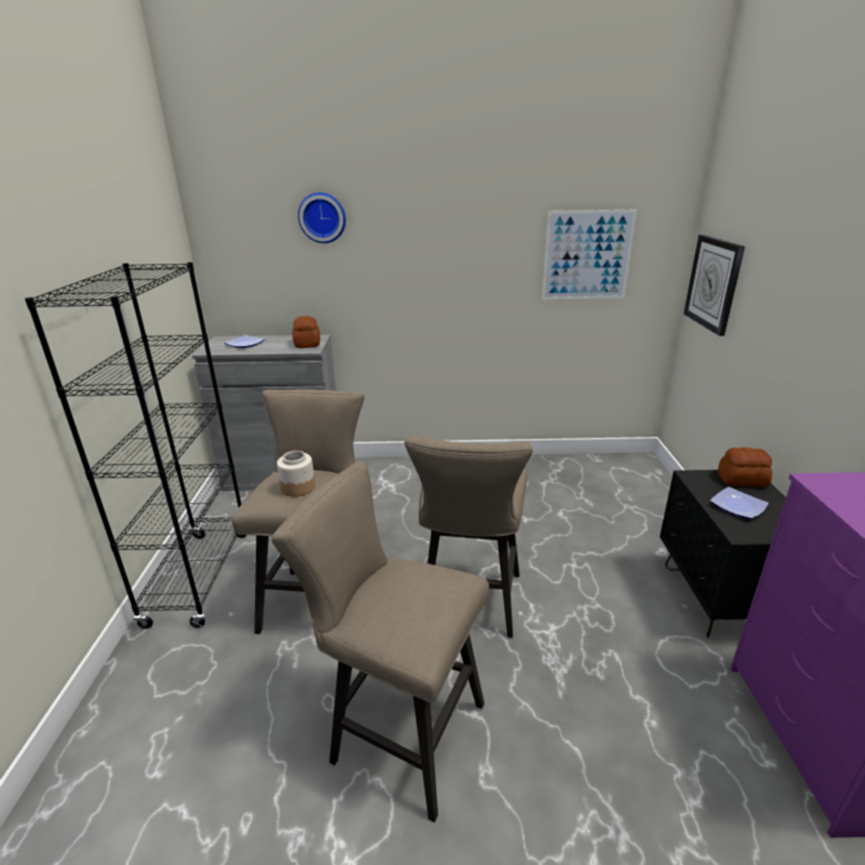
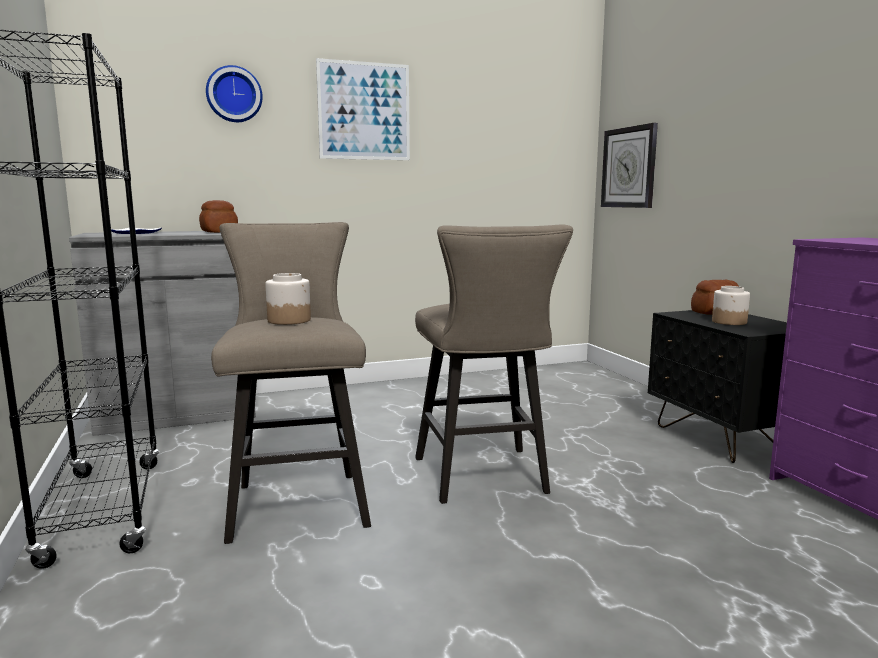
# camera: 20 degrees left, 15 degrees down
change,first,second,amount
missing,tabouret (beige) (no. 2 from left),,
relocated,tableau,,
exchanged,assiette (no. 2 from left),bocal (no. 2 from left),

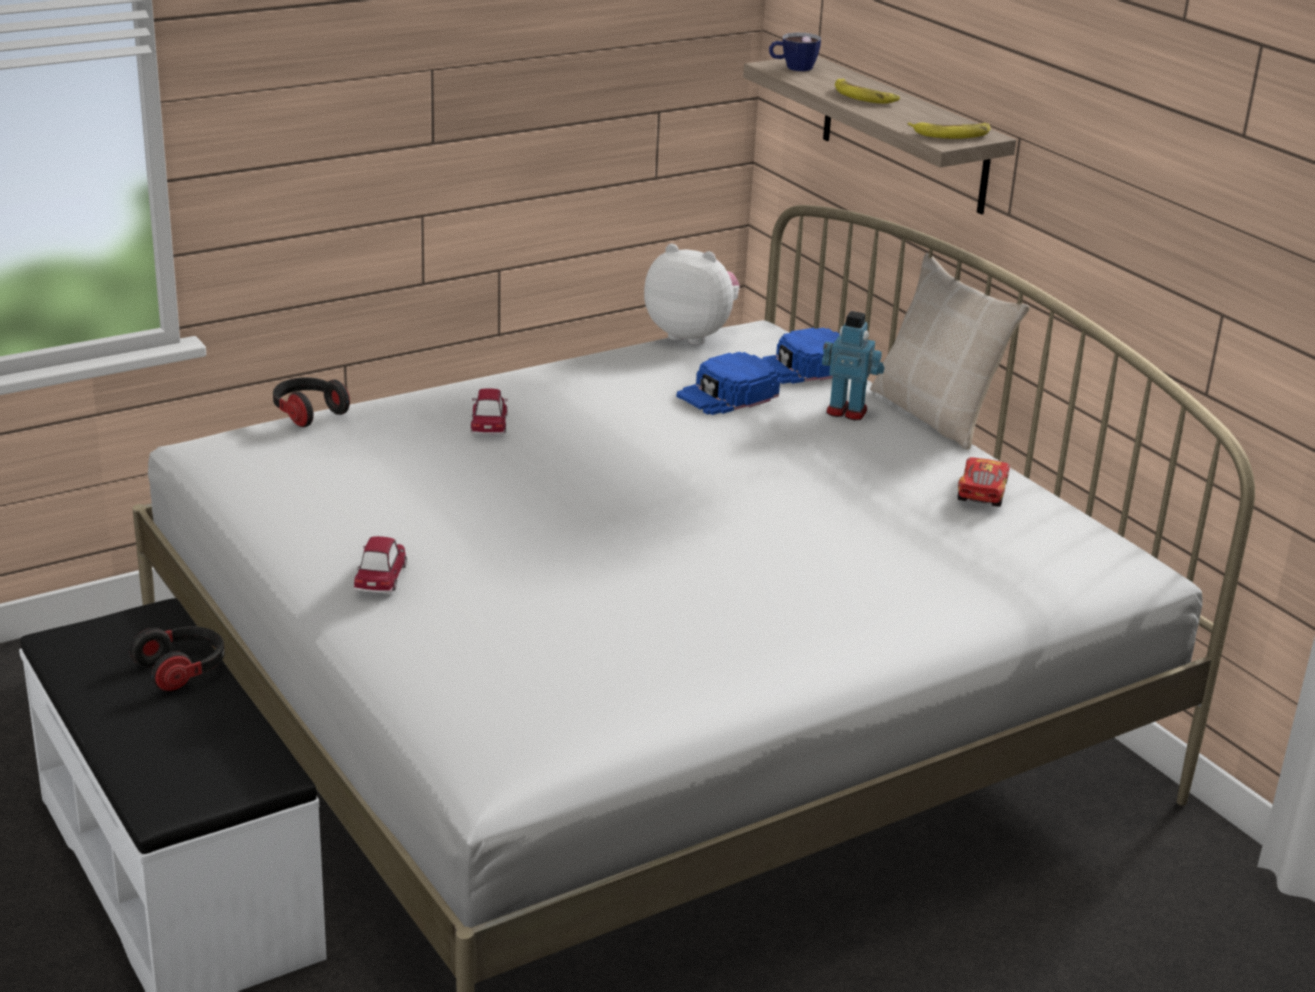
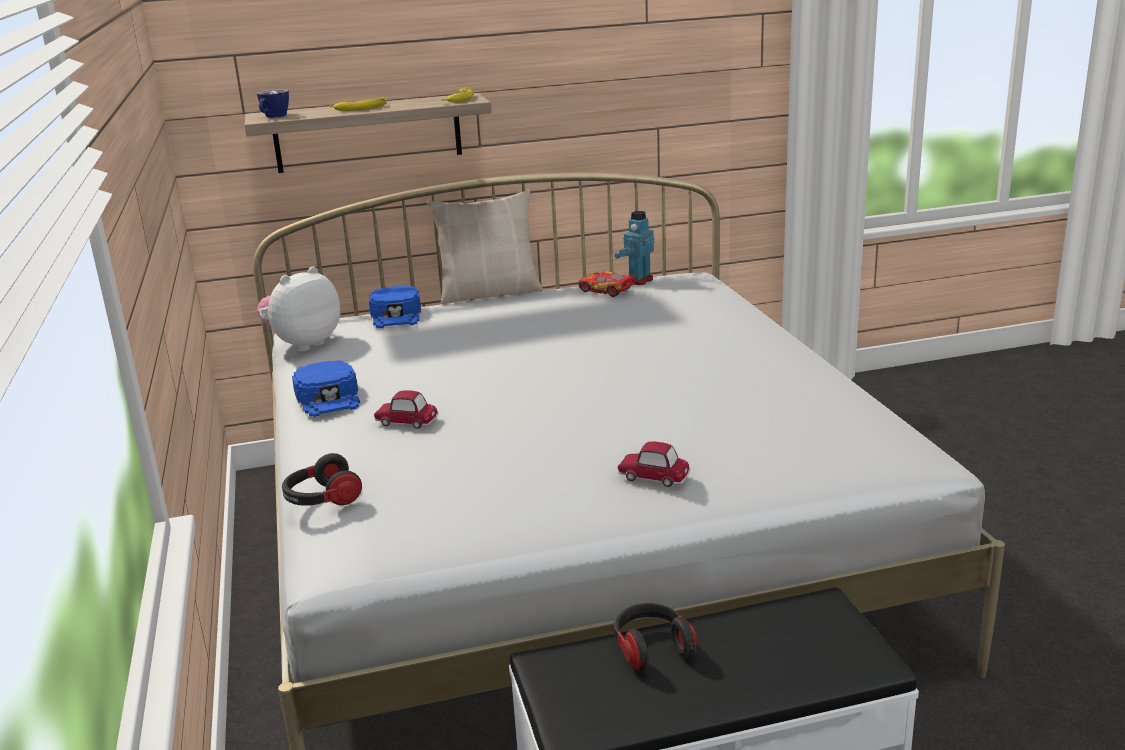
# camera: 70 degrees left, 5 degrees down
change,first,second,amount
relocated,casquette (bleu) (no. 1 from left),,
relocated,robot jouet,,

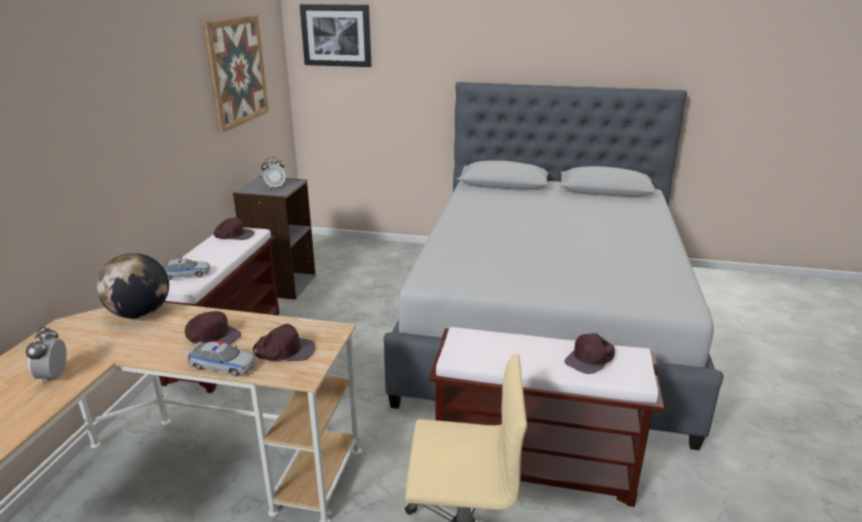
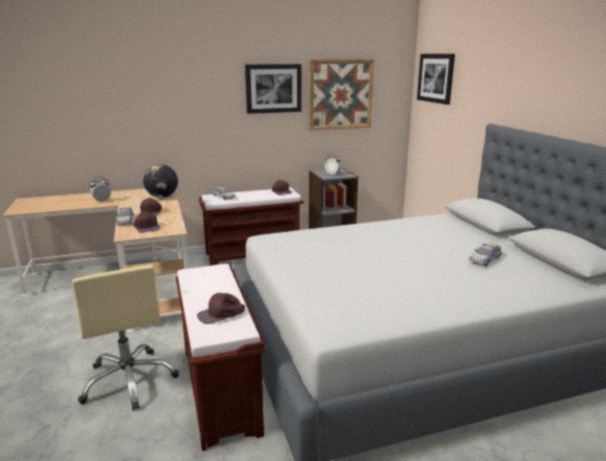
# camera: 60 degrees right, 5 degrees down
change,first,second,amount
spun,casquette (marron) (no. 4 from left in the first image),casquette (marron) (no. 3 from left),45 degrees counterclockwise
appeared,,tableau (no. 1 from left),
appeared,,petite voiture (no. 3 from left),

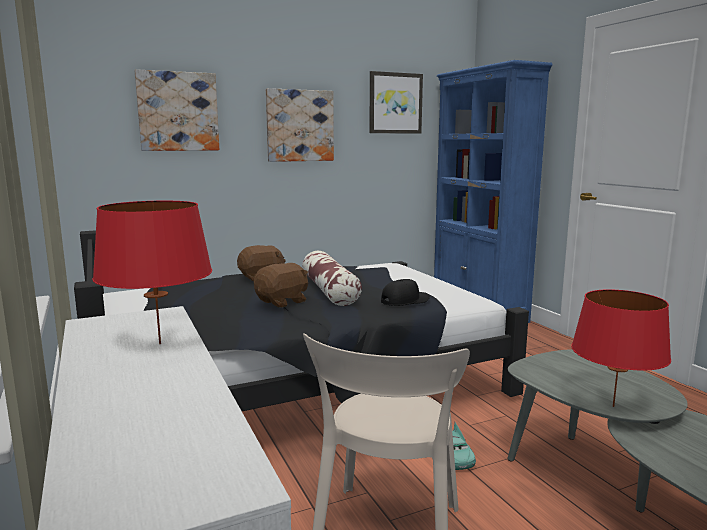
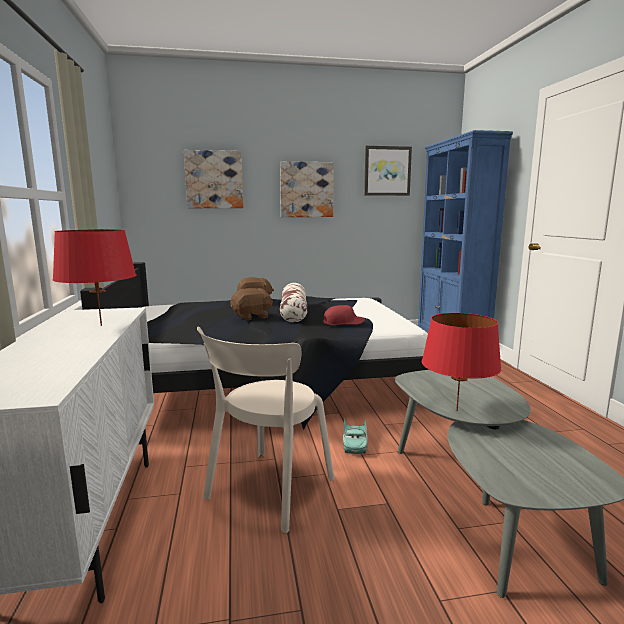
# camera: 15 degrees right, 0 degrees up
change,first,second,amount
colour,casquette (noir),casquette (rouge),

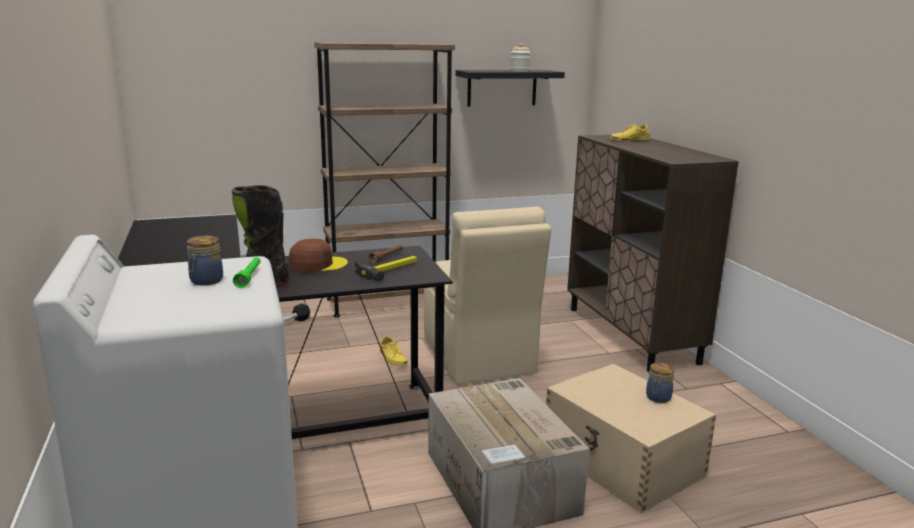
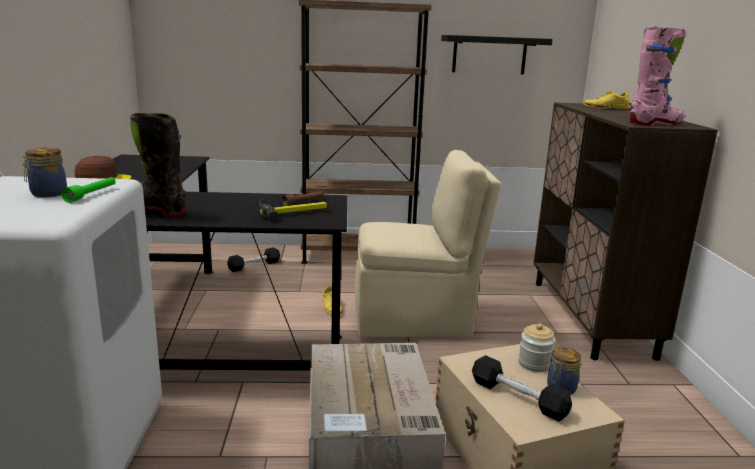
# camera: 15 degrees right, 0 degrees up
change,first,second,amount
relocated,casquette (marron),,
spun,chaise (beige),,90 degrees counterclockwise
relocated,bocal (no. 2 from left),,
appeared,,haltère (noir) (no. 2 from left),
appeared,,botte (rose),

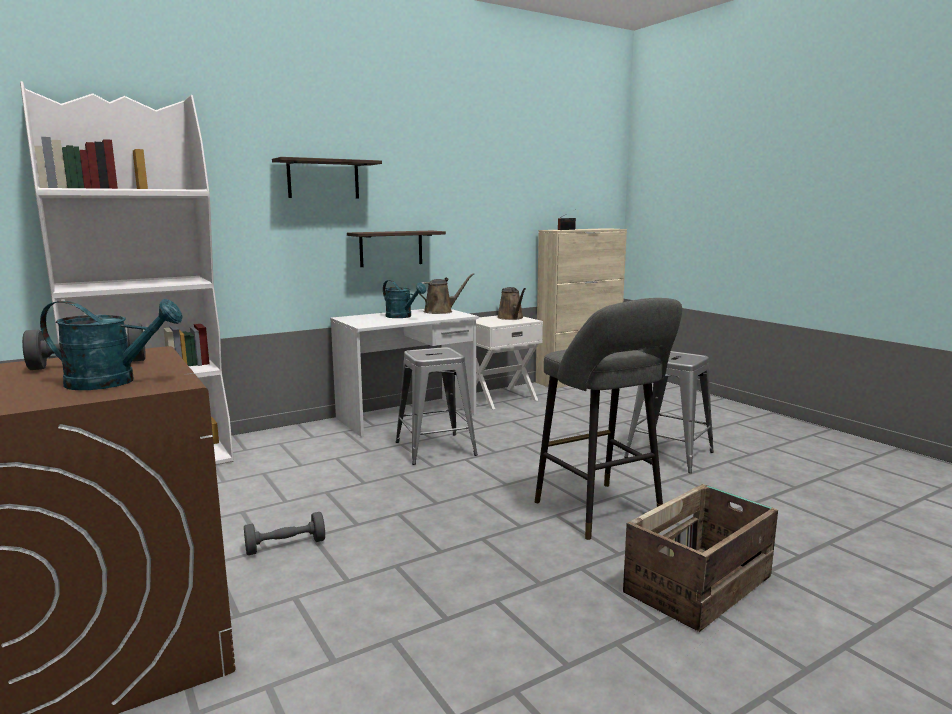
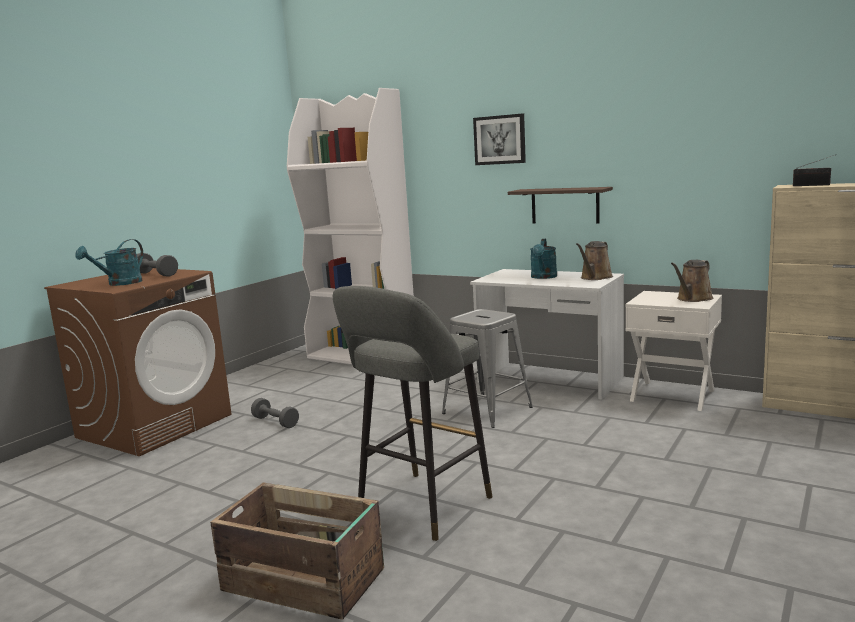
# camera: 65 degrees right, 0 degrees up
change,first,second,amount
spun,arrosoir (turquoise) (no. 1 from left),,60 degrees clockwise
exchanged,étagère (no. 1 from left),tableau,
spun,arrosoir (marron) (no. 1 from left),,90 degrees clockwise
missing,tabouret (gris) (no. 3 from left),,

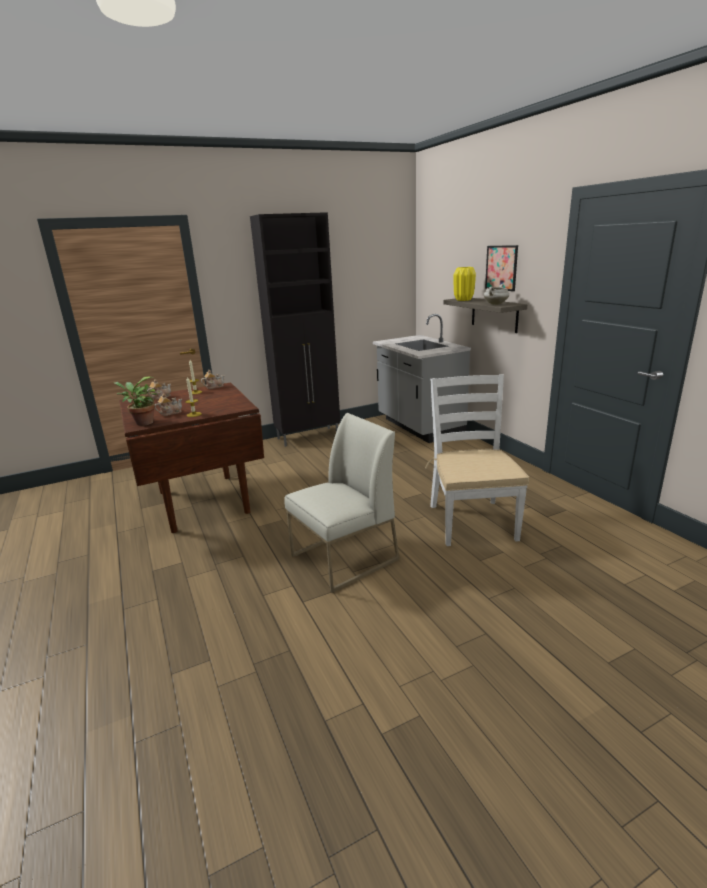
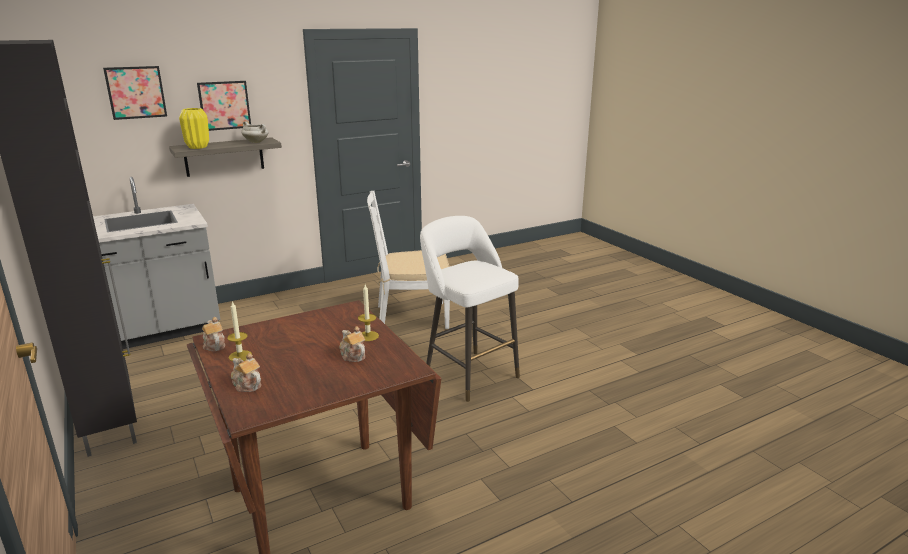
# camera: 95 degrees left, 0 degrees up
change,first,second,amount
missing,plante en pot,,
exchanged,chaise (blanc) (no. 1 from left),tabouret (blanc),
appeared,,tableau (no. 1 from left),

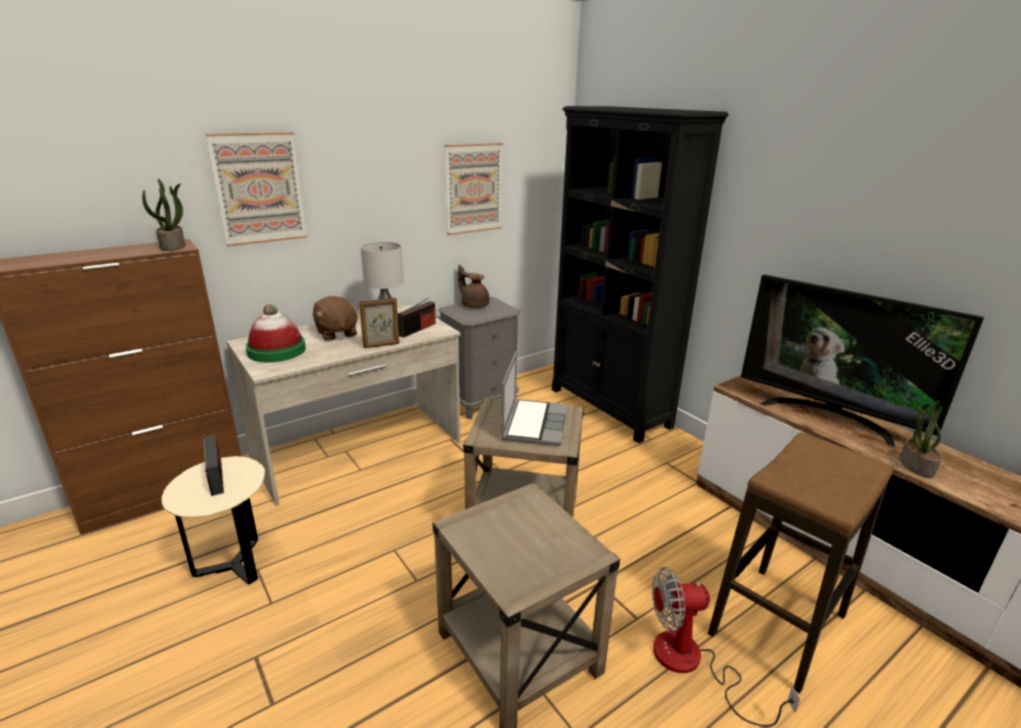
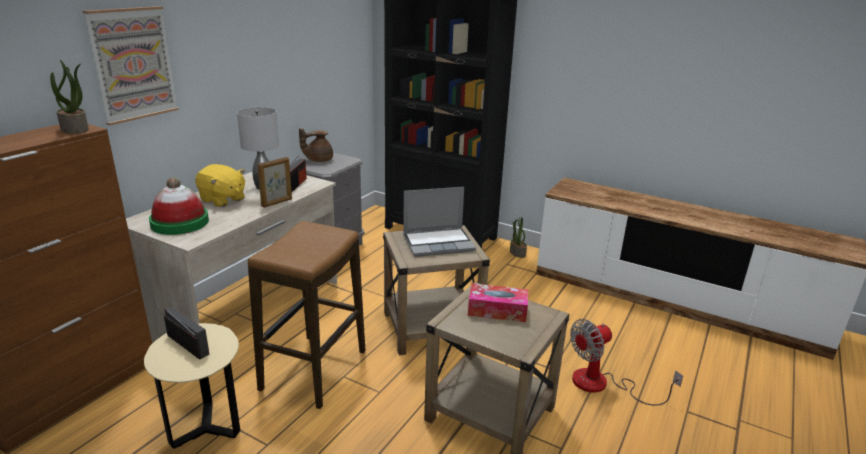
# camera: 25 degrees left, 0 degrees up
change,first,second,amount
colour,peluche (marron),peluche (jaune),
missing,tableau (no. 2 from left),,
spun,théière (marron),,45 degrees counterclockwise
spun,ordinateur portable,,90 degrees clockwise
relocated,tabouret,,
missing,téléviseur,,
relocated,plante en pot (no. 2 from left),,
appeared,,boîte à mouchoirs,

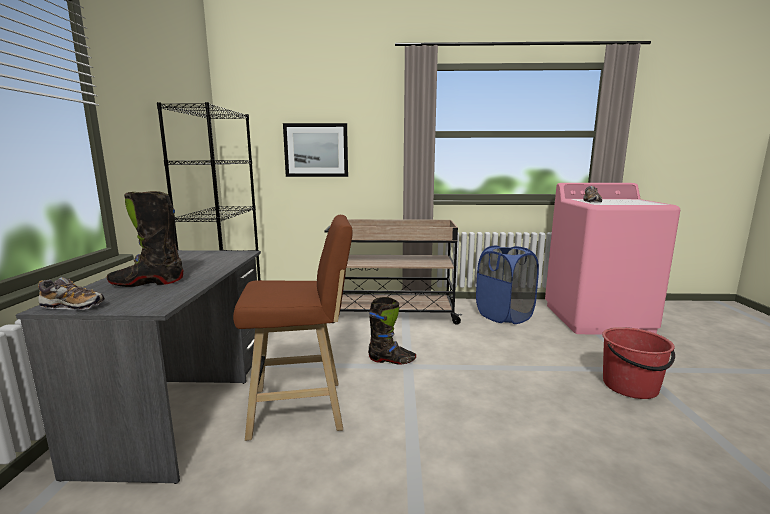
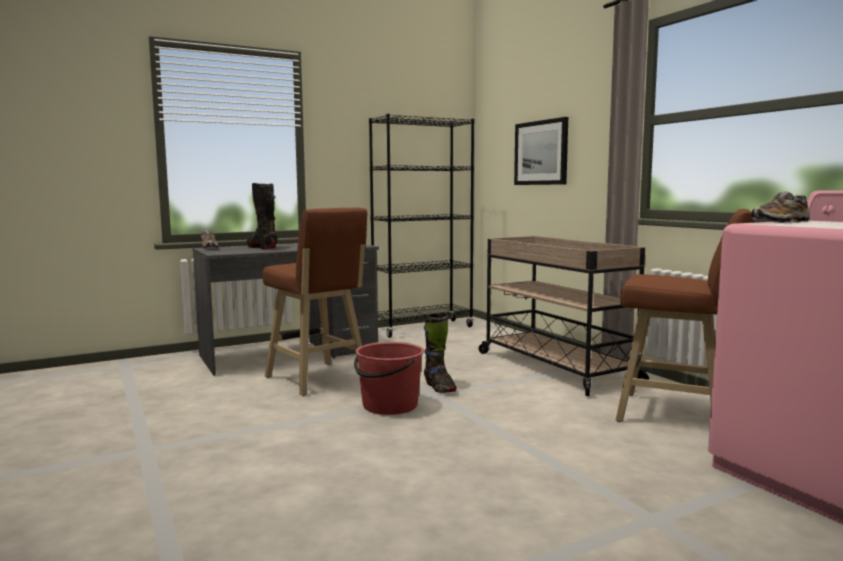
# camera: 60 degrees right, 5 degrees down
change,first,second,amount
exchanged,panier à linge (bleu),tabouret (marron) (no. 2 from left),
relocated,seau (rouge),,

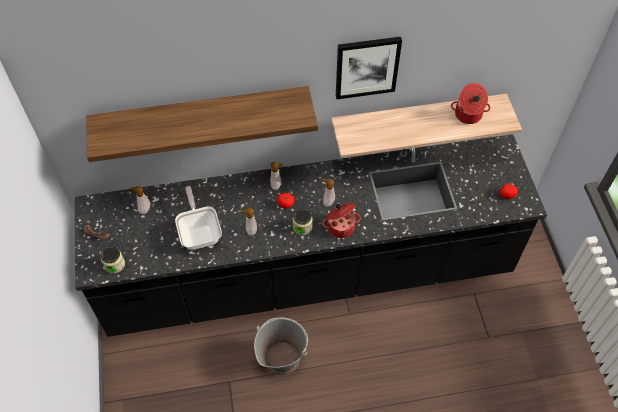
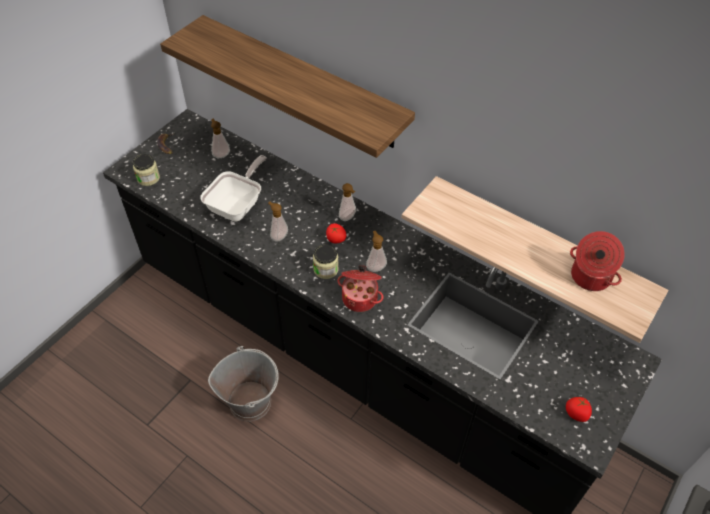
# camera: 45 degrees right, 5 degrees down
change,first,second,amount
missing,tableau,,

